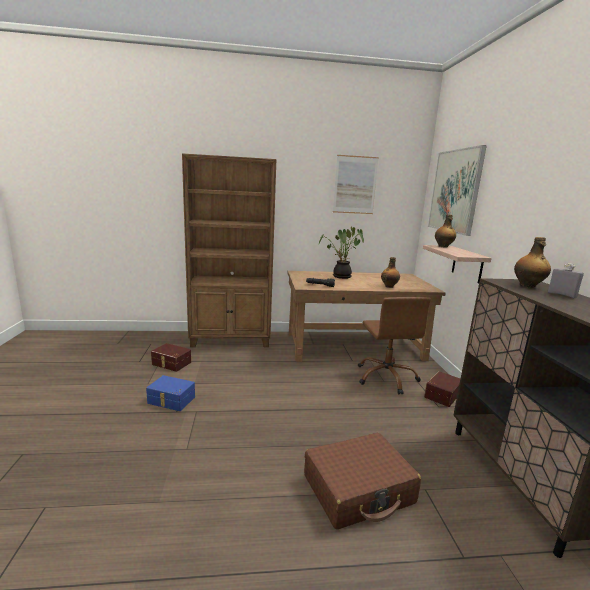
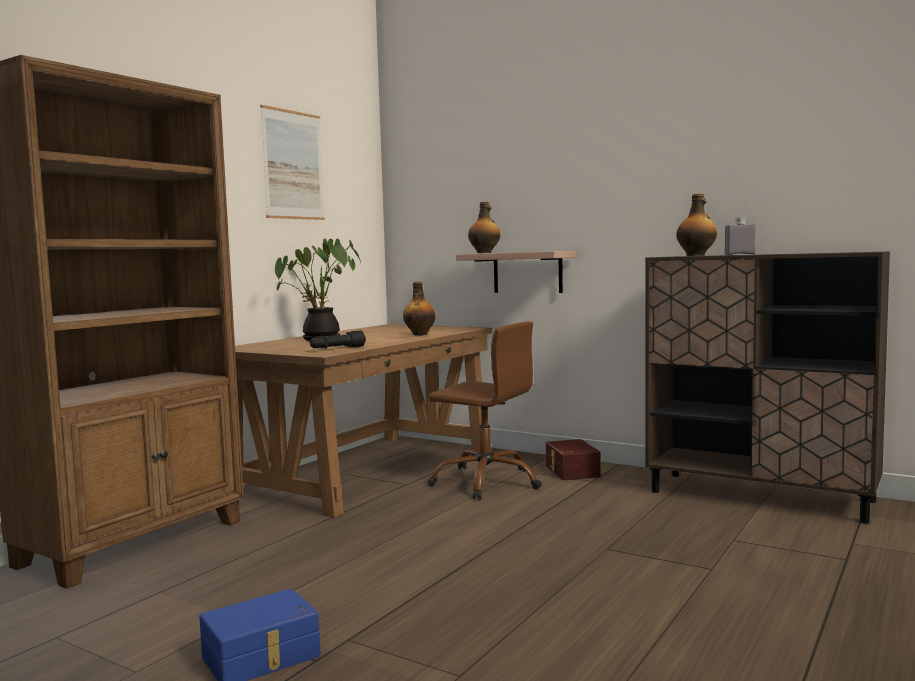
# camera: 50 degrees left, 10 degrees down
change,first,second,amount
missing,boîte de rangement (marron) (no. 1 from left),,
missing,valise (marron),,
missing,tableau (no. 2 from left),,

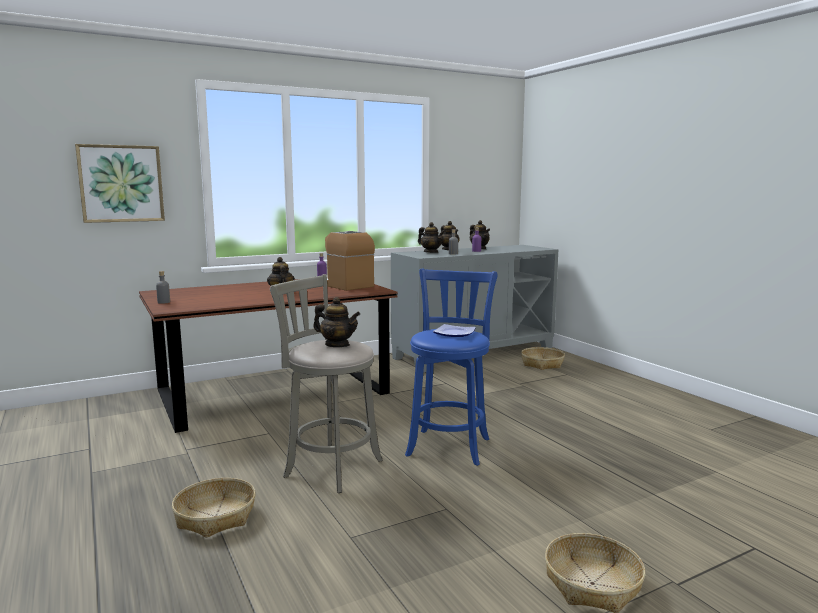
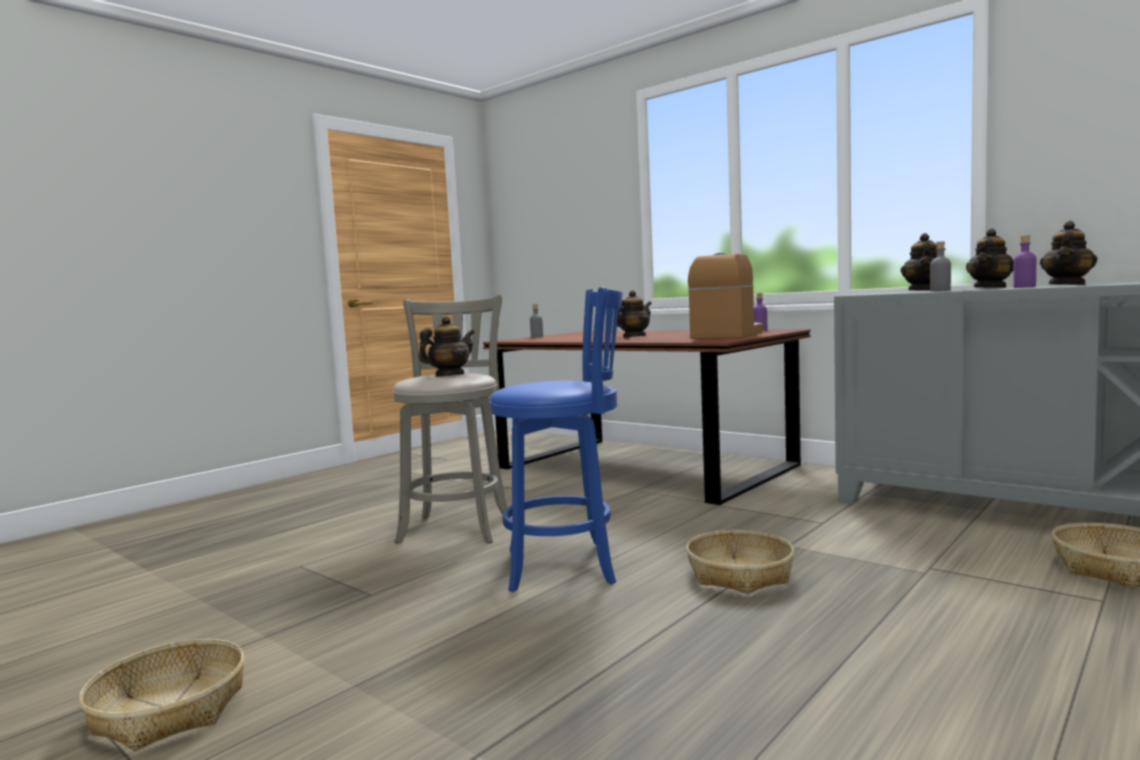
# camera: 70 degrees right, 5 degrees down
change,first,second,amount
missing,tableau,,
relocated,panier (no. 1 from left in the first image),panier (no. 2 from left),
spun,théière (no. 2 from left in the first image),théière (no. 1 from left),135 degrees counterclockwise
missing,assiette,,

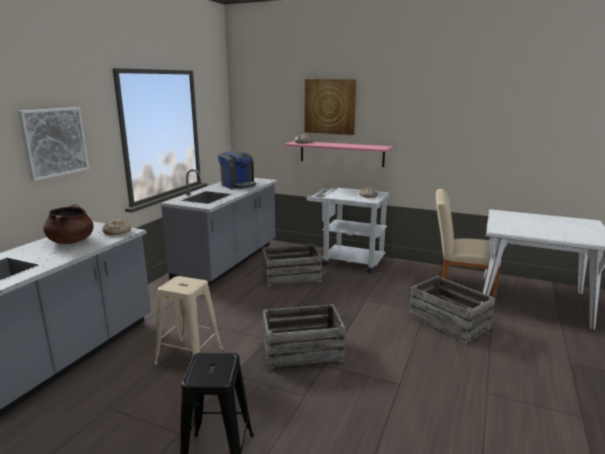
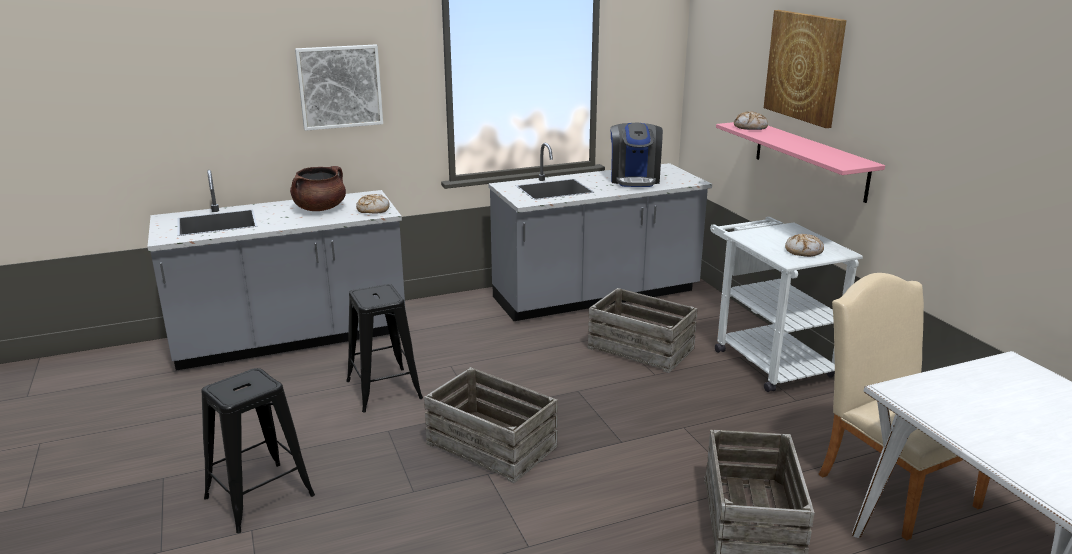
# camera: 45 degrees right, 5 degrees up
change,first,second,amount
colour,tabouret (beige),tabouret (noir) (no. 2 from left),

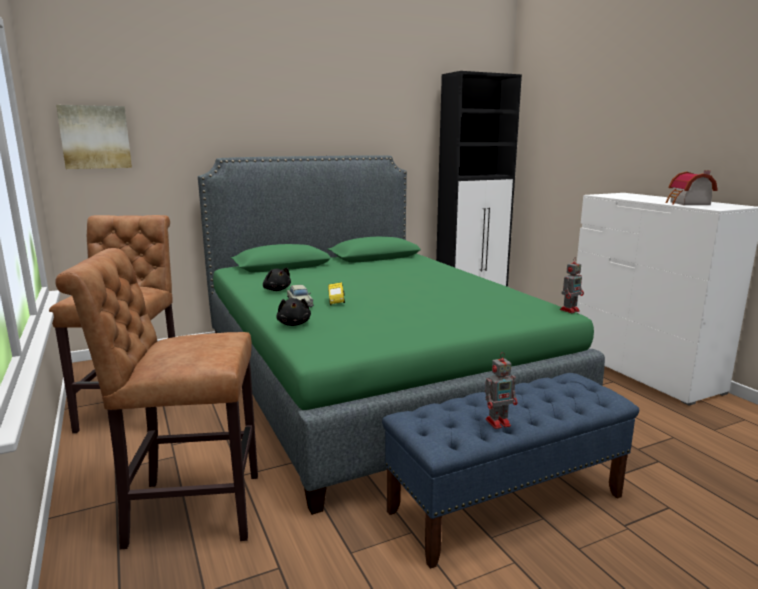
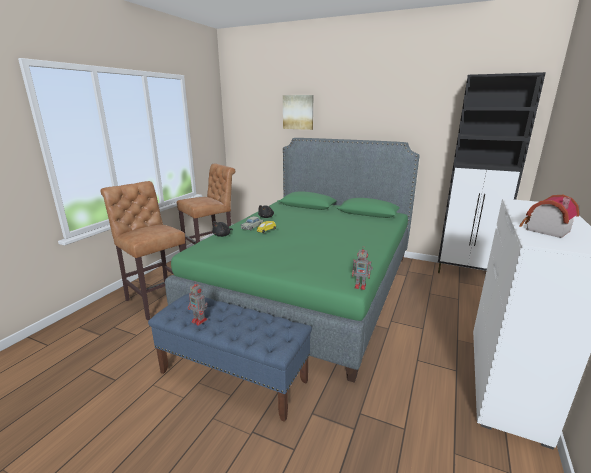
# camera: 50 degrees right, 5 degrees up
change,first,second,amount
relocated,tableau,,

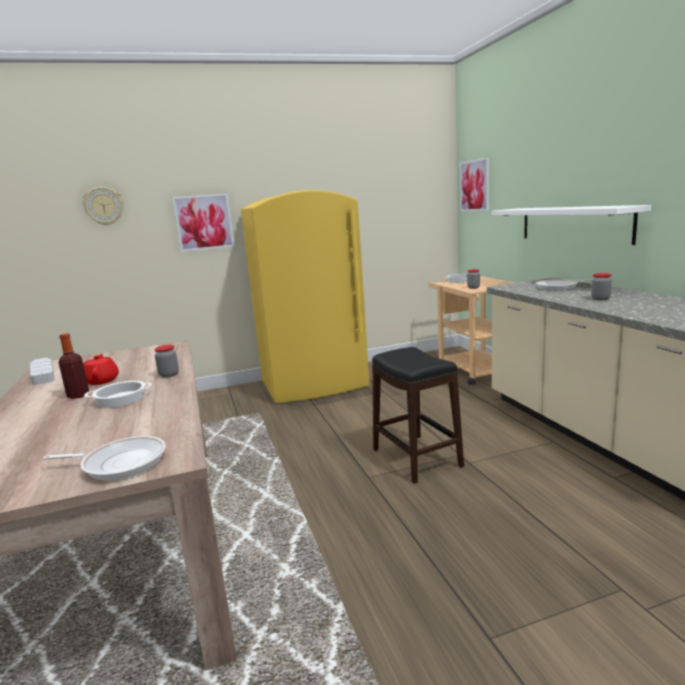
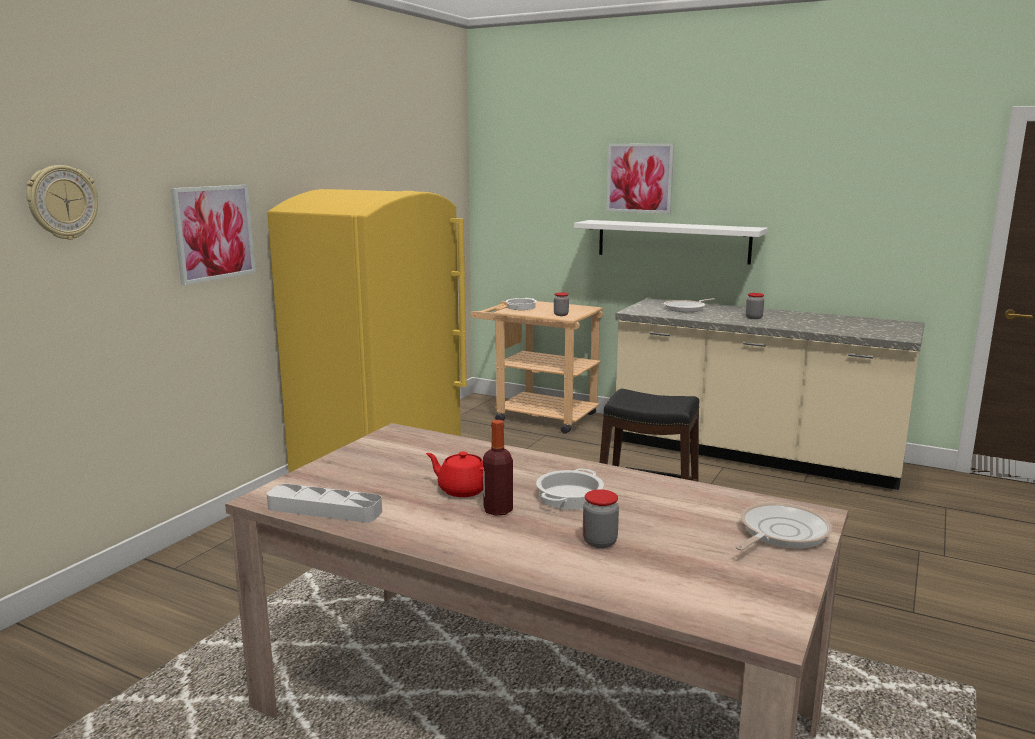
# camera: 45 degrees left, 0 degrees up
change,first,second,amount
relocated,bocal (no. 1 from left in the first image),bocal (no. 2 from left),
relocated,tableau (no. 2 from left),,

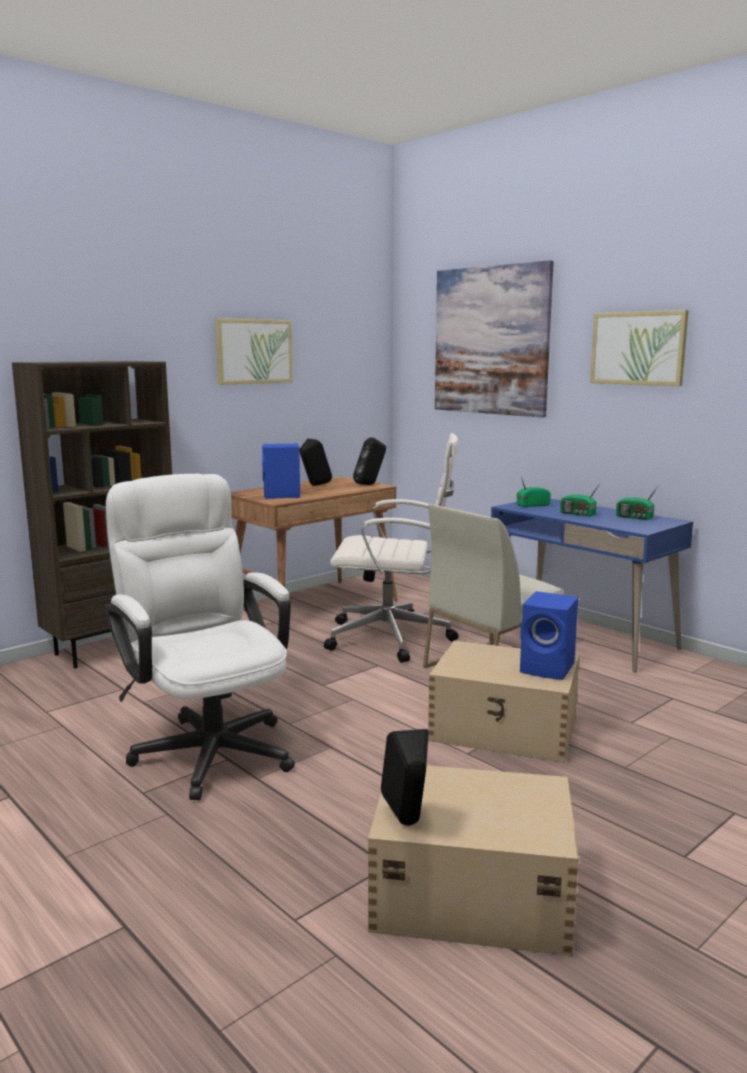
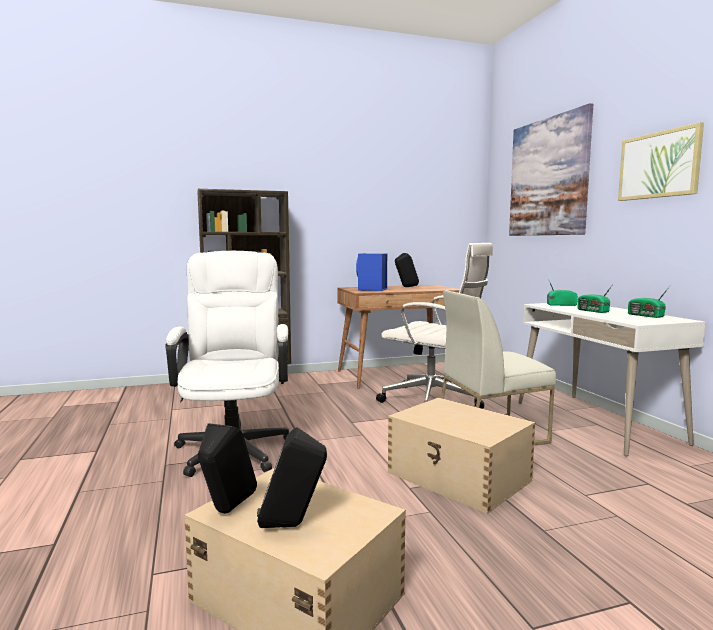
# camera: 25 degrees right, 5 degrees down
change,first,second,amount
missing,tableau (no. 1 from left),,
relocated,enceinte (noir) (no. 2 from left),,
colour,bureau (bleu),bureau (blanc),
missing,enceinte (bleu) (no. 2 from left),,

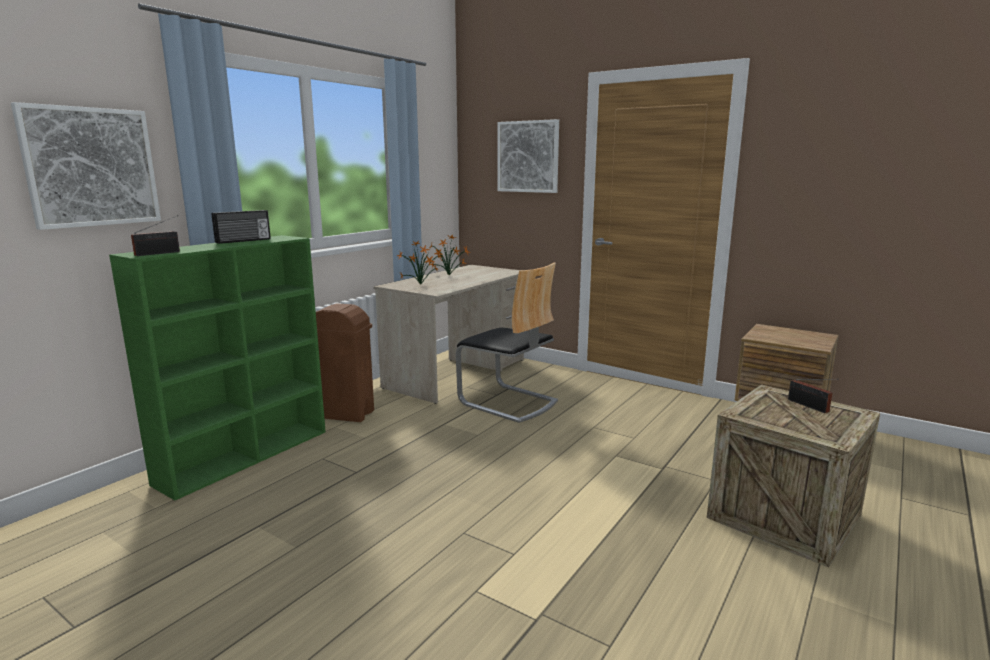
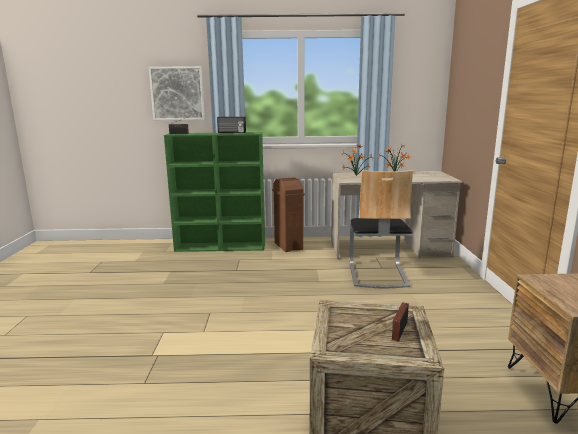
# camera: 55 degrees right, 0 degrees up
change,first,second,amount
missing,tableau (no. 2 from left),,

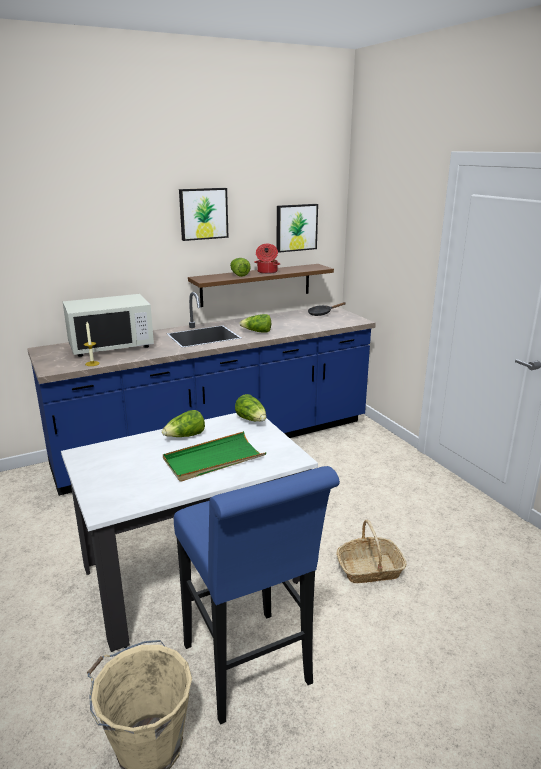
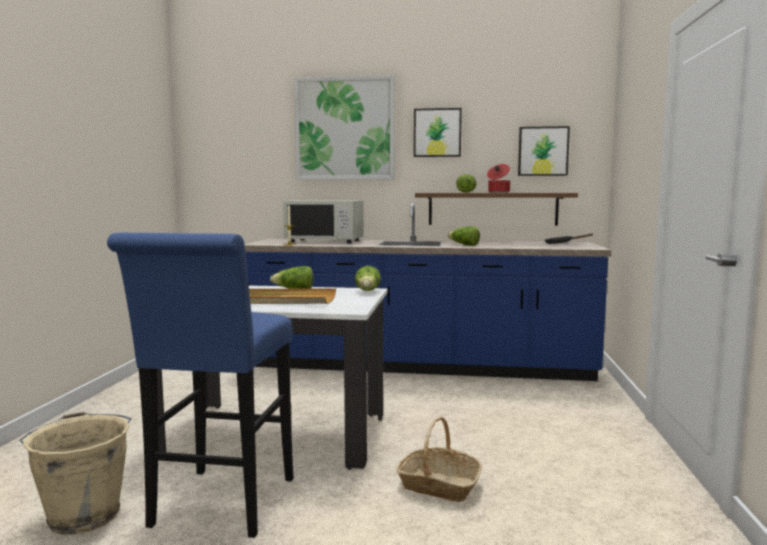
# camera: 35 degrees right, 15 degrees down
change,first,second,amount
colour,plateau (vert),plateau (beige),
appeared,,tableau (no. 1 from left),

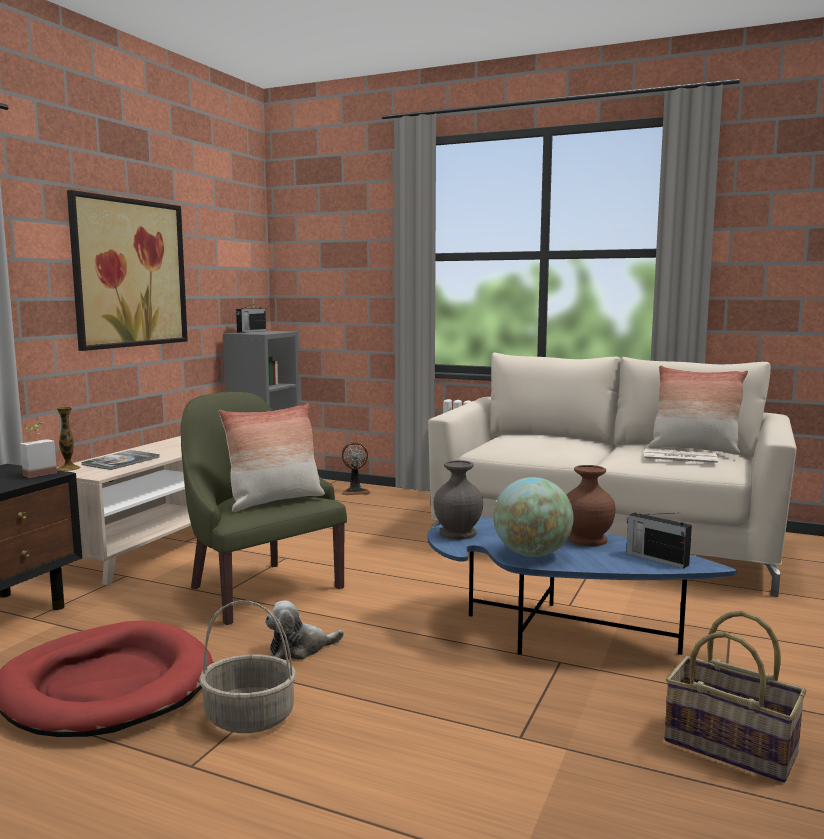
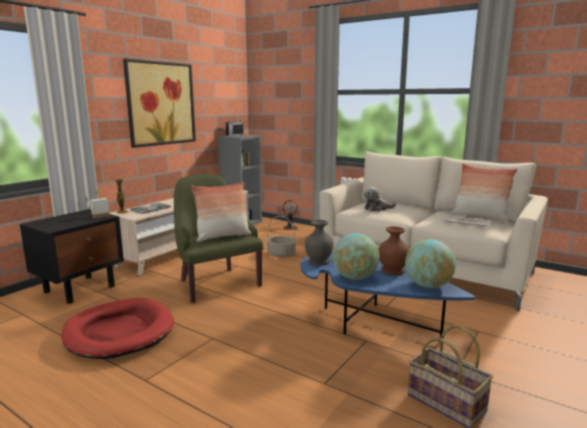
# camera: 10 degrees right, 5 degrees up
change,first,second,amount
relocated,panier (no. 1 from left),,
relocated,peluche,,
exchanged,radio (no. 2 from left),globe (no. 2 from left),

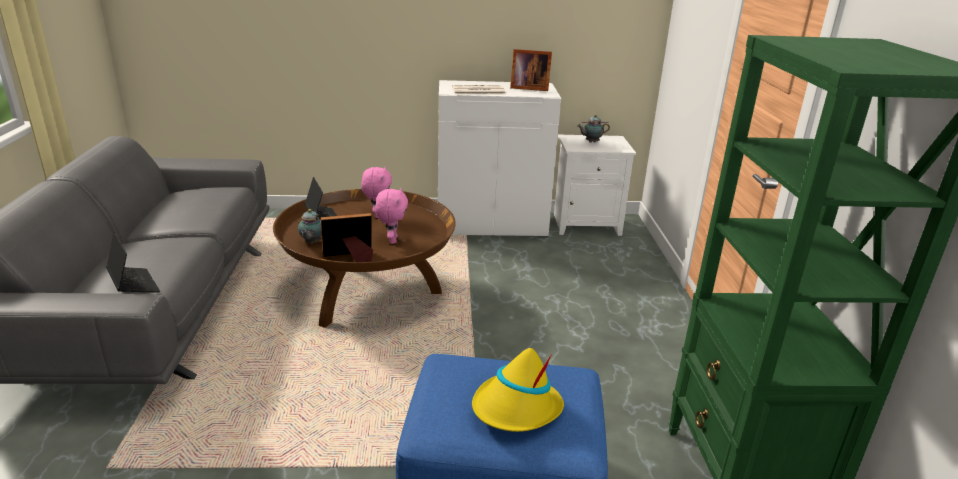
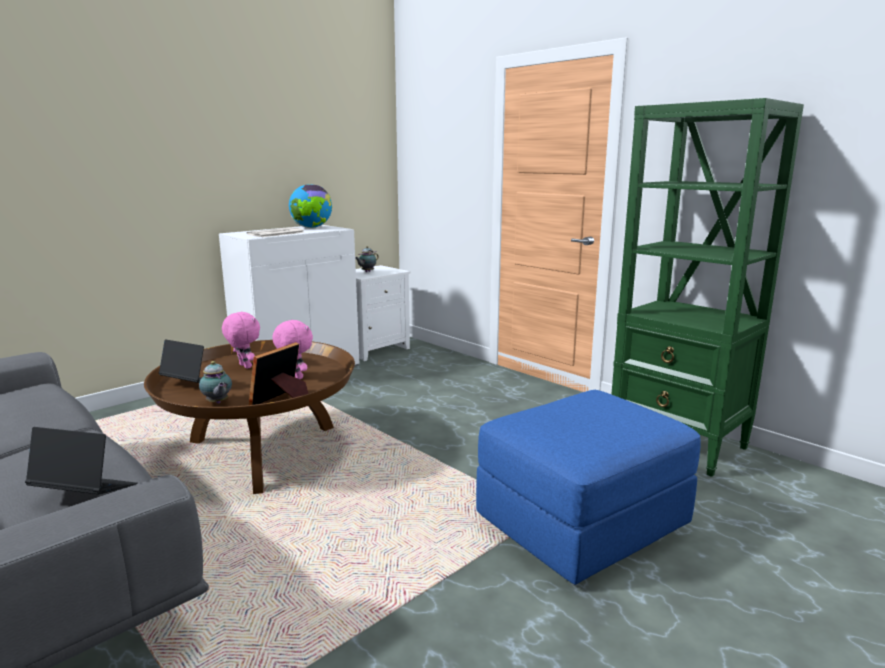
# camera: 40 degrees left, 10 degrees down
change,first,second,amount
missing,chapeau (jaune),,
exchanged,cadre photo (no. 2 from left),globe,

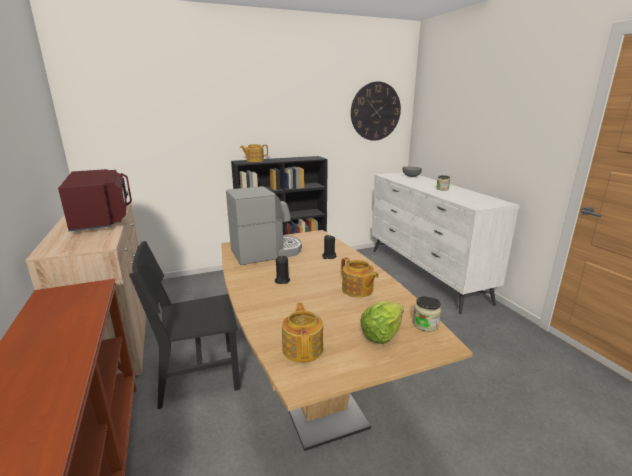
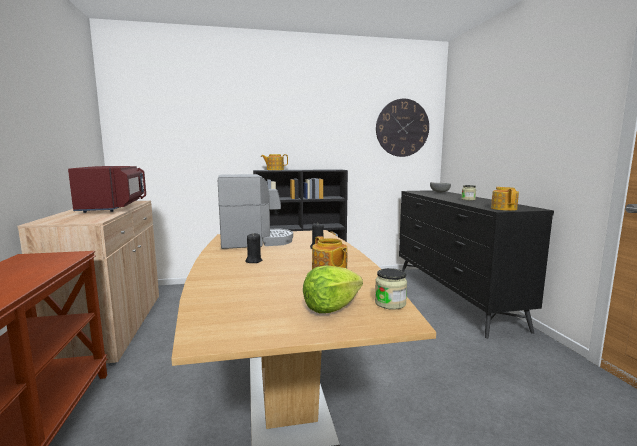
# camera: 10 degrees right, 10 degrees down
change,first,second,amount
missing,chaise (noir),,
relocated,théière (no. 2 from left in the first image),théière (no. 3 from left),
colour,commode (blanc),commode (noir),

